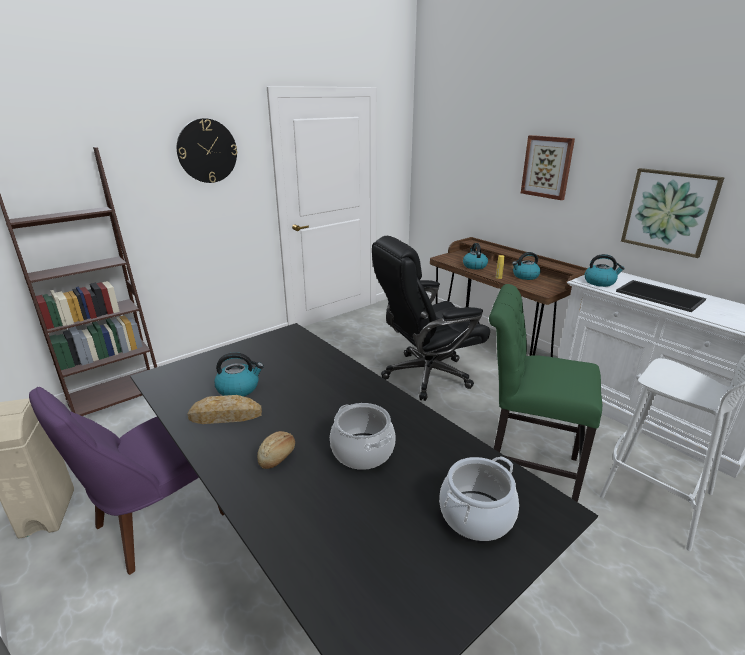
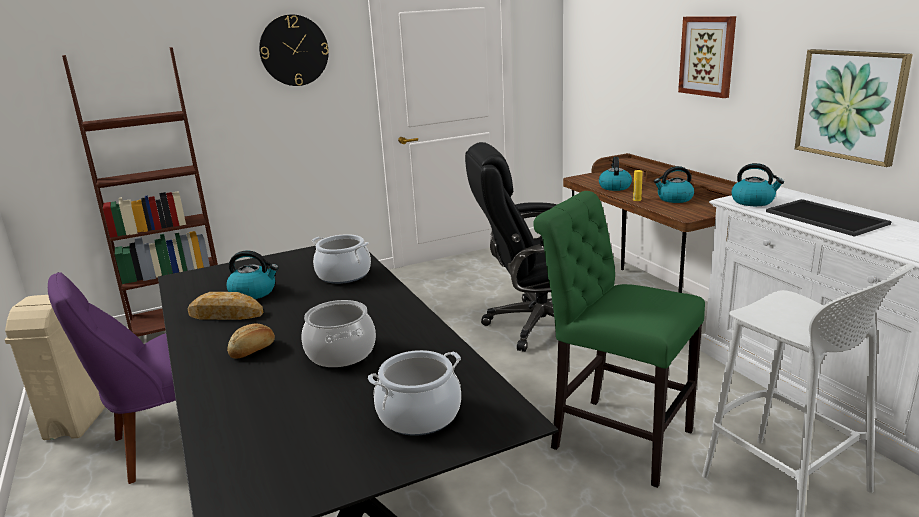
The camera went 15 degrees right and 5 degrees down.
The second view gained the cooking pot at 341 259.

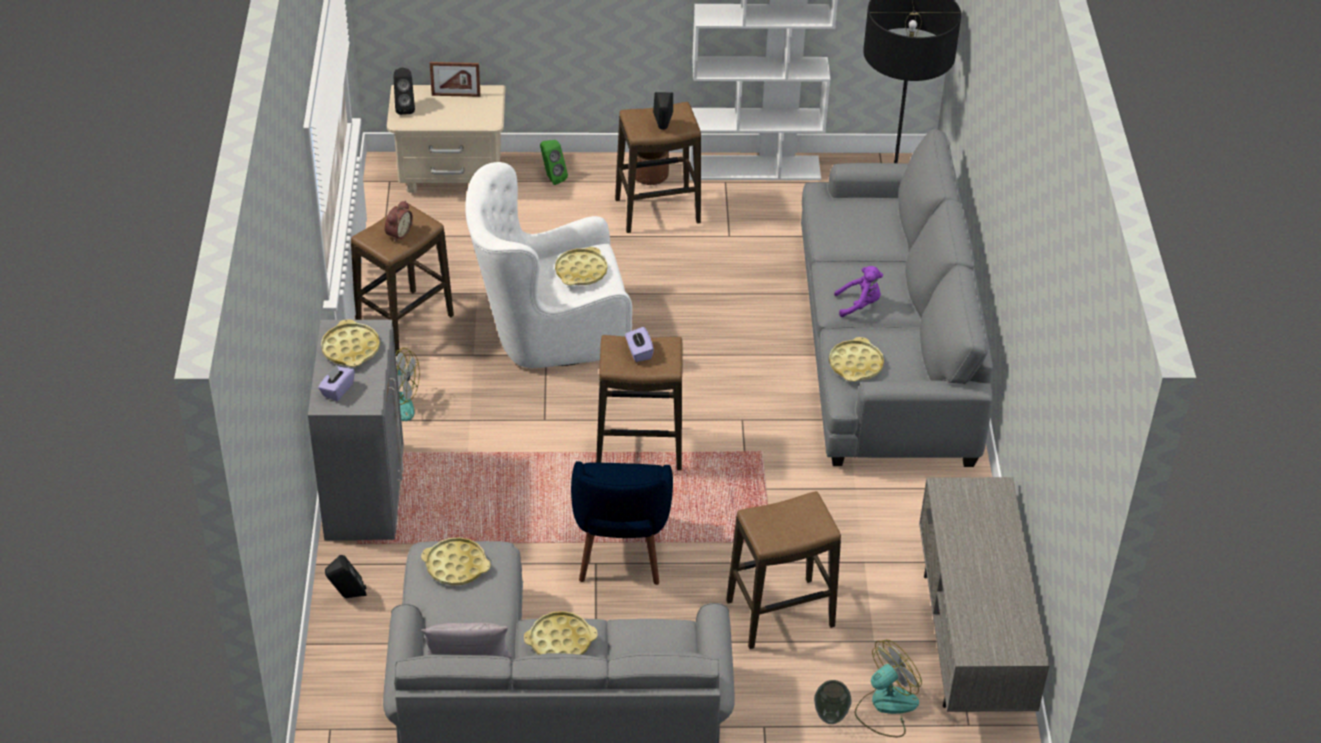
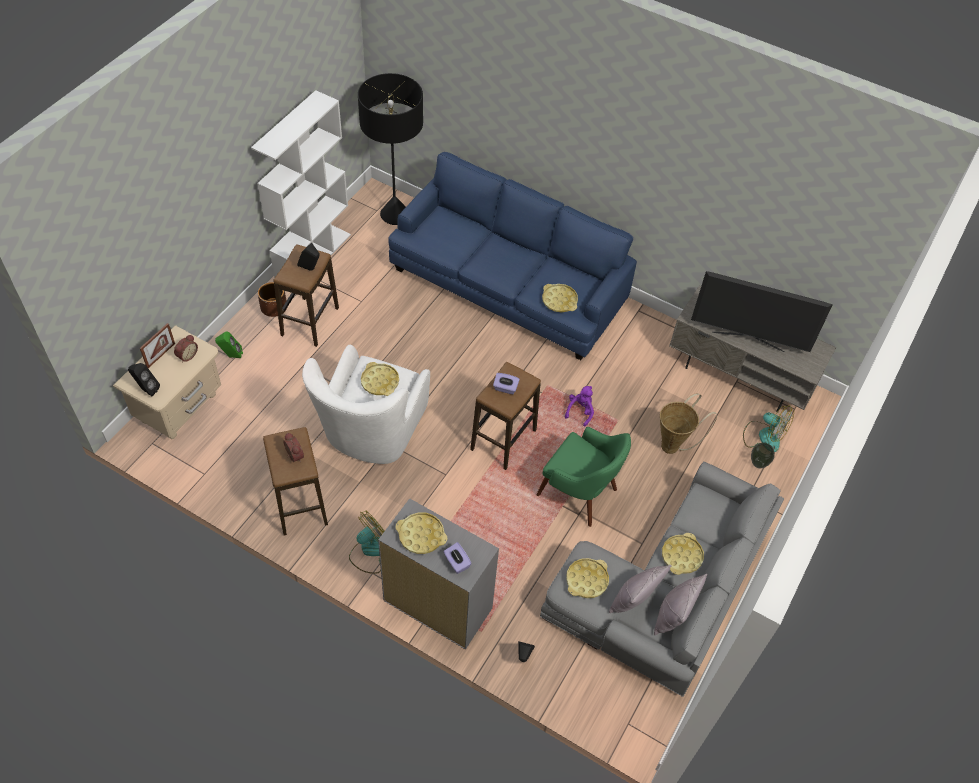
The camera went 60 degrees left and 10 degrees up.
The second view gained the alarm clock at 186 349.
What was the sofa/grey at 897 297 turned into the sofa/blue at 512 256.
What was the armchair/blue at 622 523 turned into the armchair/green at 583 477.
The plush toy/purple ended up elsewhere, having gone from 858 291 to 579 406.
The second view gained the pillow/purple at 640 589.
Where the stool stood at 783 570, the basket came to stand at 688 423.
The second view gained the television at 762 311.
The fan at 888 688 ended up facing another way, 135 degrees clockwise from before.

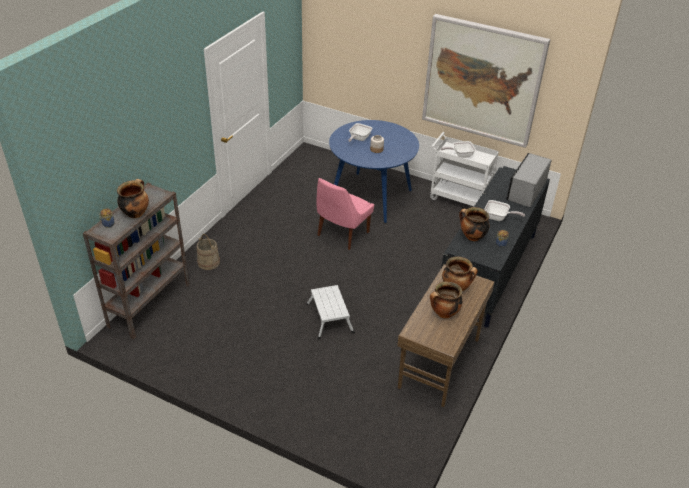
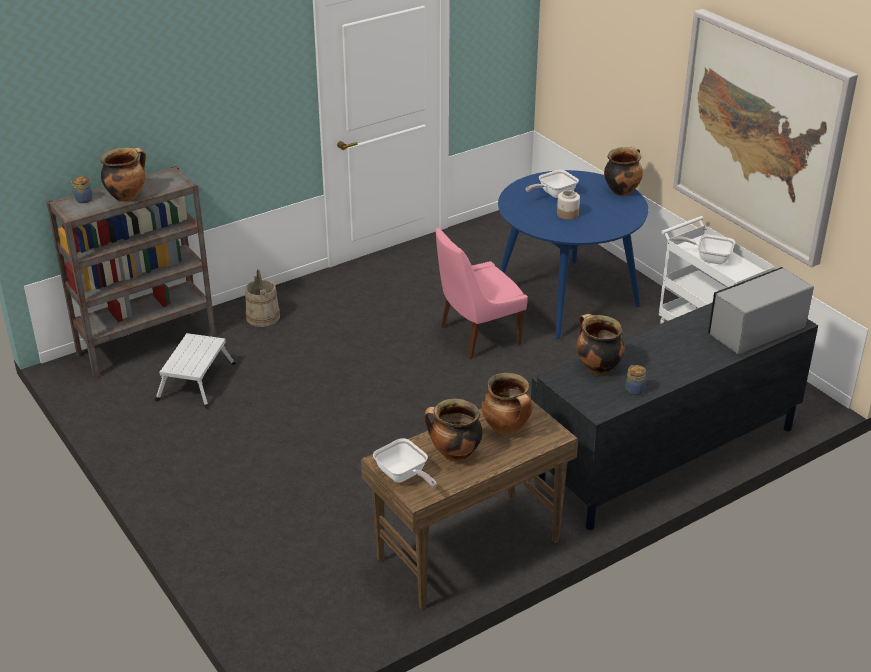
The camera went 30 degrees right and 5 degrees down.
The step ladder/white ended up elsewhere, having gone from 330 312 to 196 371.
The frying pan ended up elsewhere, having gone from 505 210 to 405 462.
The second view gained the cooking pot at 623 171.

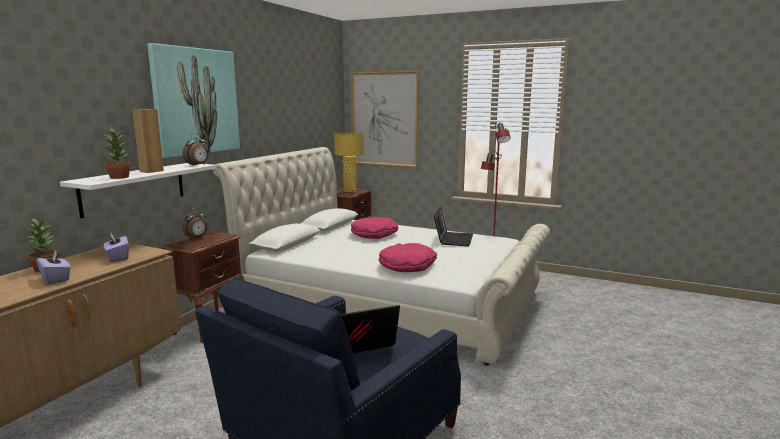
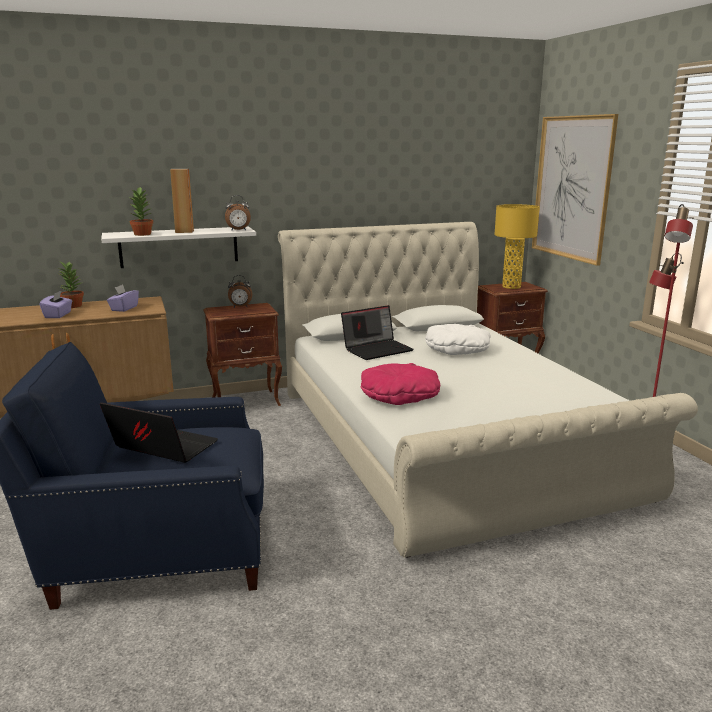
The camera went 45 degrees right and 5 degrees up.
The laptop ended up elsewhere, having gone from 453 226 to 377 332.
What was the pillow/pink at 374 228 turned into the pillow/white at 458 339.
The second view lost the picture at 193 100.

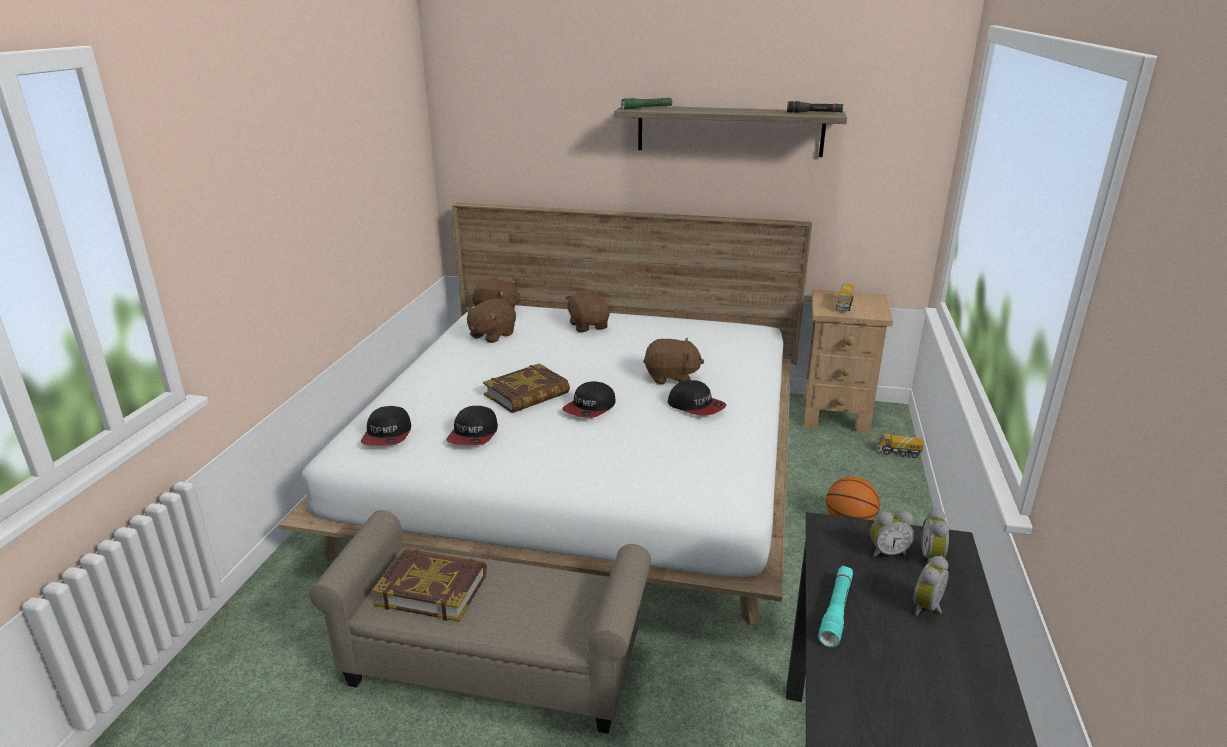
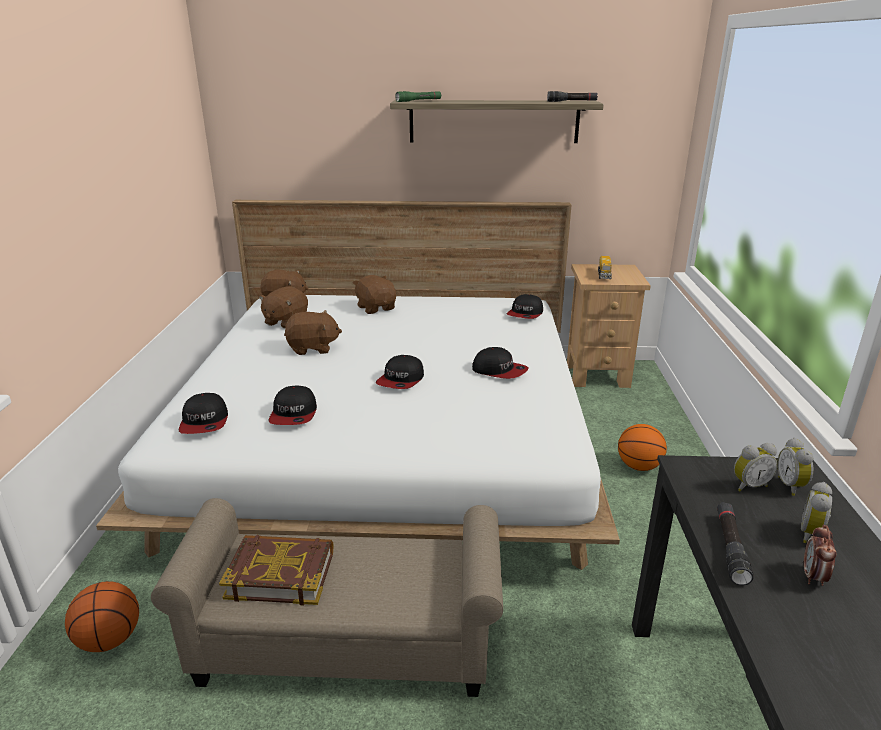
The camera went 10 degrees left and 0 degrees up.
The second view gained the basketball at 102 616.
The plush toy/brown ended up elsewhere, having gone from 673 361 to 313 332.
The second view gained the cap at 525 306.
What was the flashlight/turquoise at 835 606 turned into the flashlight/black at 735 543.
The second view gained the alarm clock at 820 555.
The second view lost the book at 526 388.
The second view lost the toy truck at 900 445.

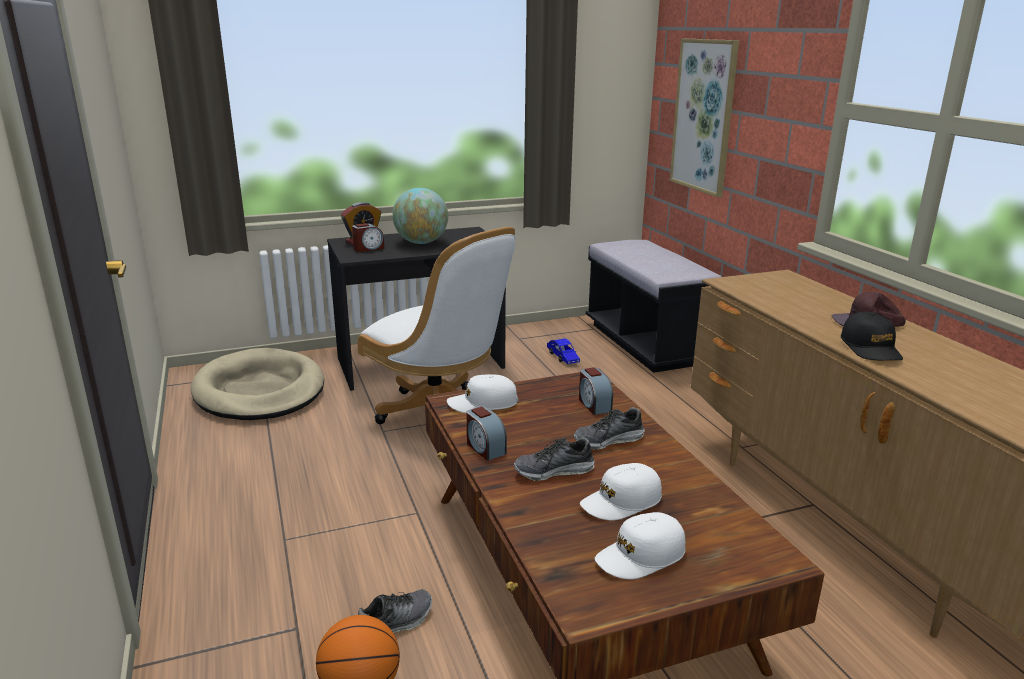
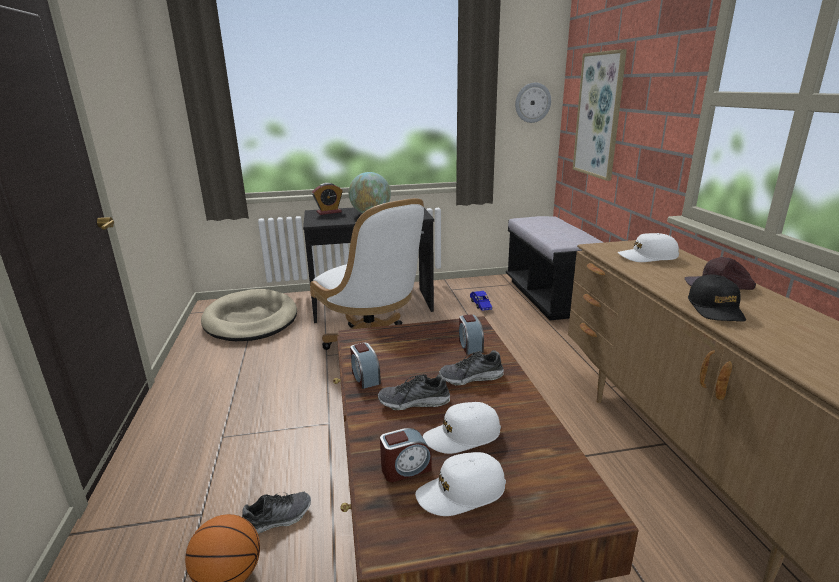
The camera went 10 degrees right and 0 degrees up.
The alarm clock ended up elsewhere, having gone from 368 237 to 406 455.
The second view gained the wall clock at 533 102.
The cap/white ended up elsewhere, having gone from 482 393 to 648 247.

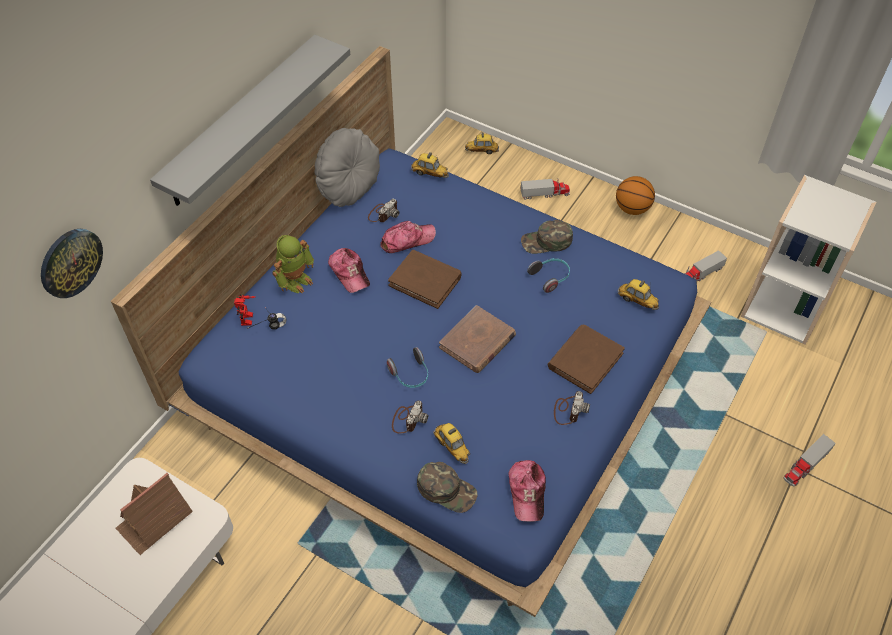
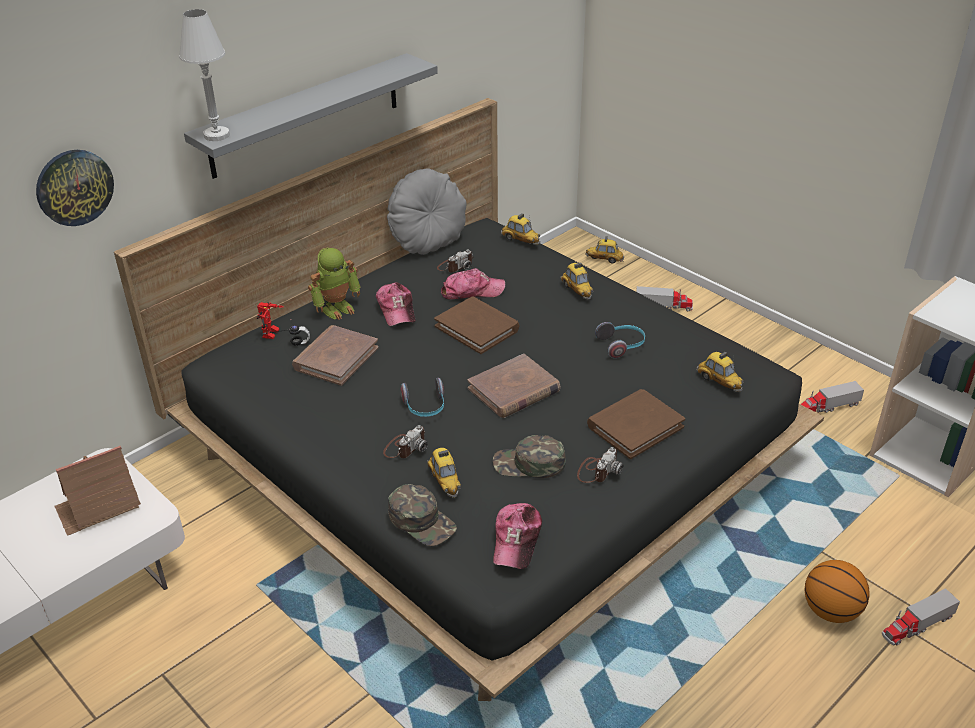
The camera went 15 degrees right and 15 degrees down.
What was the bed/blue at 411 331 turned into the bed/black at 469 399.
The second view gained the table lamp/white at 204 75.
The second view gained the book/brown at 335 355.
The cap/green ended up elsewhere, having gone from 547 236 to 529 456.
The second view gained the toy car at 577 281.
The basketball ended up elsewhere, having gone from 635 195 to 837 591.

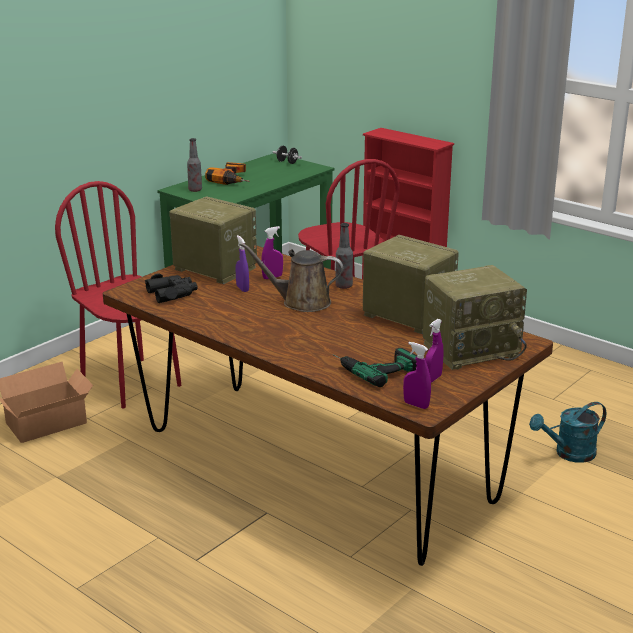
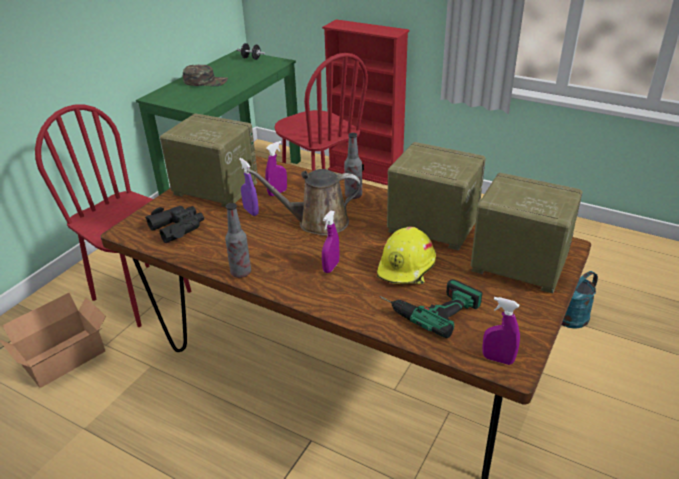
The camera went 10 degrees left and 10 degrees up.
Where the power drill stood at 227 173, the cap/green came to stand at 205 75.
The bottle ended up elsewhere, having gone from 194 165 to 238 240.
The spray bottle/purple ended up elsewhere, having gone from 434 350 to 331 241.
The second view gained the hard hat/yellow at 406 255.
The radio at 475 317 ended up facing another way, 120 degrees counterclockwise from before.

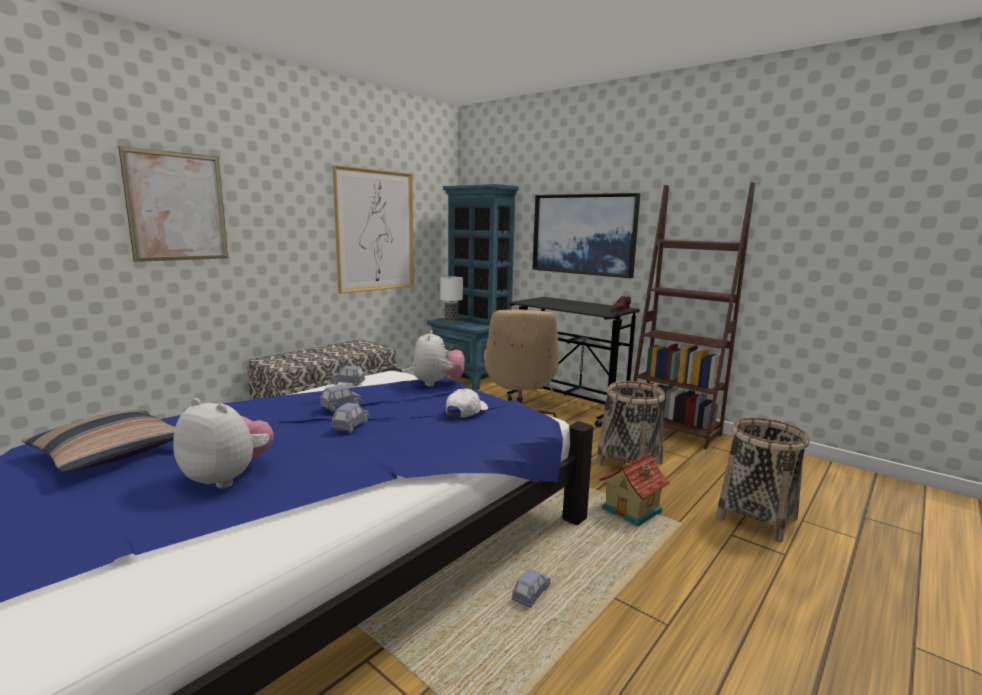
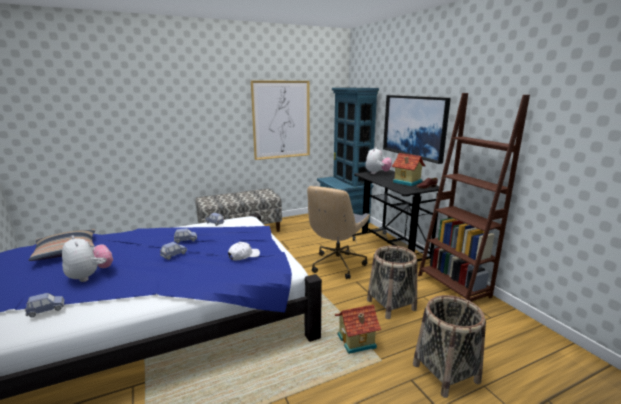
The camera went 25 degrees right and 5 degrees up.
The toy car/blue ended up elsewhere, having gone from 531 588 to 45 305.
The plush toy ended up elsewhere, having gone from 439 358 to 378 160.
The second view gained the toy house at 409 169.
The second view lost the picture at 173 204.
The second view lost the table lamp at 451 299.

